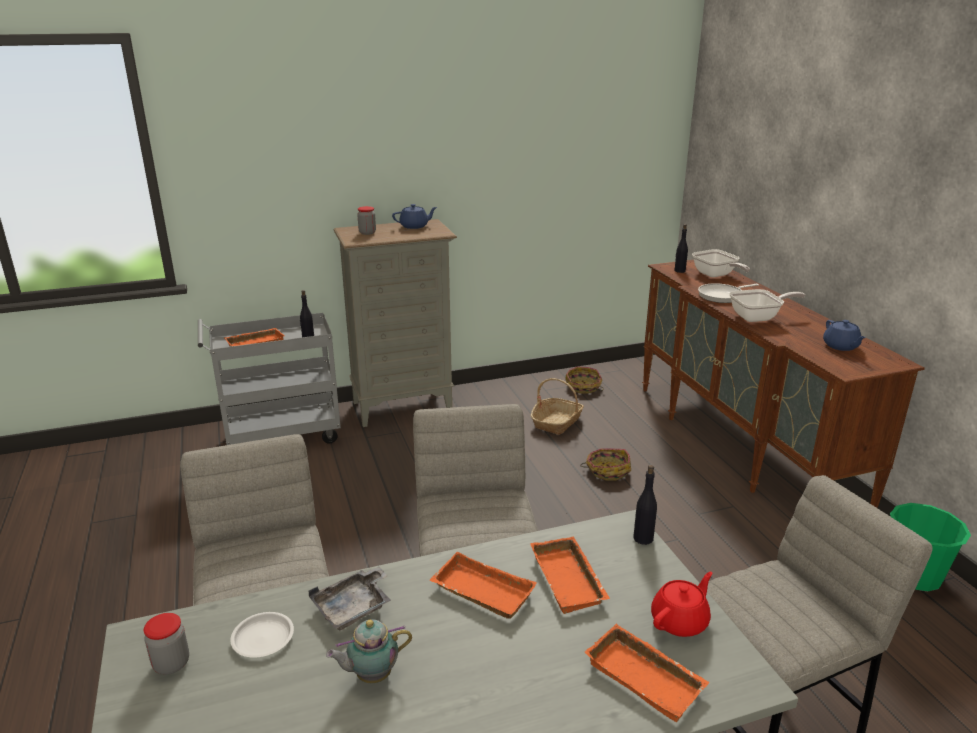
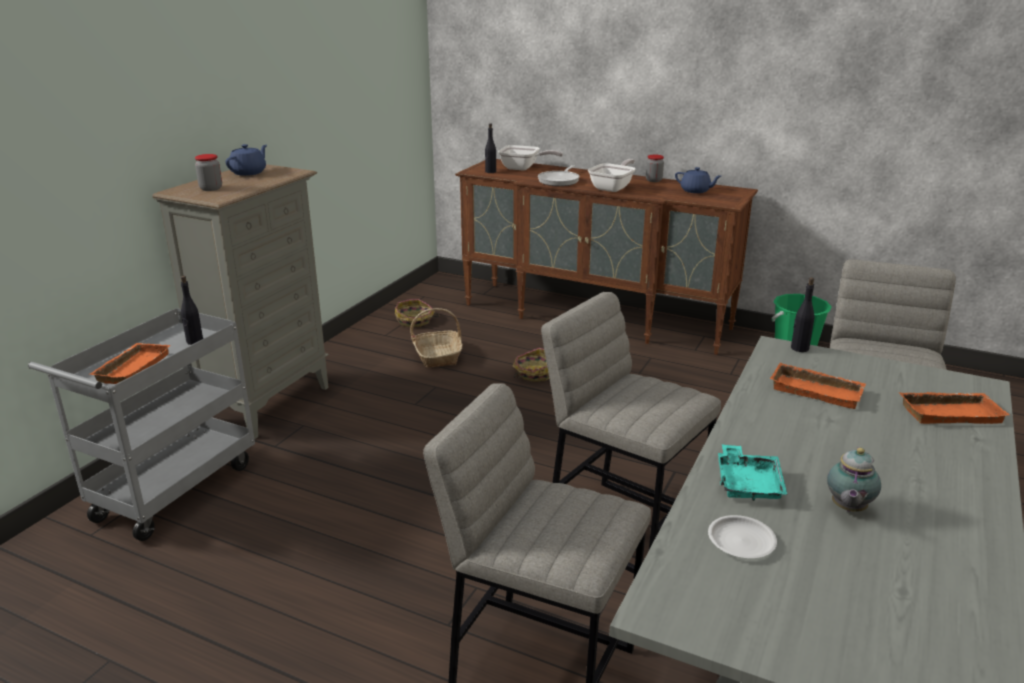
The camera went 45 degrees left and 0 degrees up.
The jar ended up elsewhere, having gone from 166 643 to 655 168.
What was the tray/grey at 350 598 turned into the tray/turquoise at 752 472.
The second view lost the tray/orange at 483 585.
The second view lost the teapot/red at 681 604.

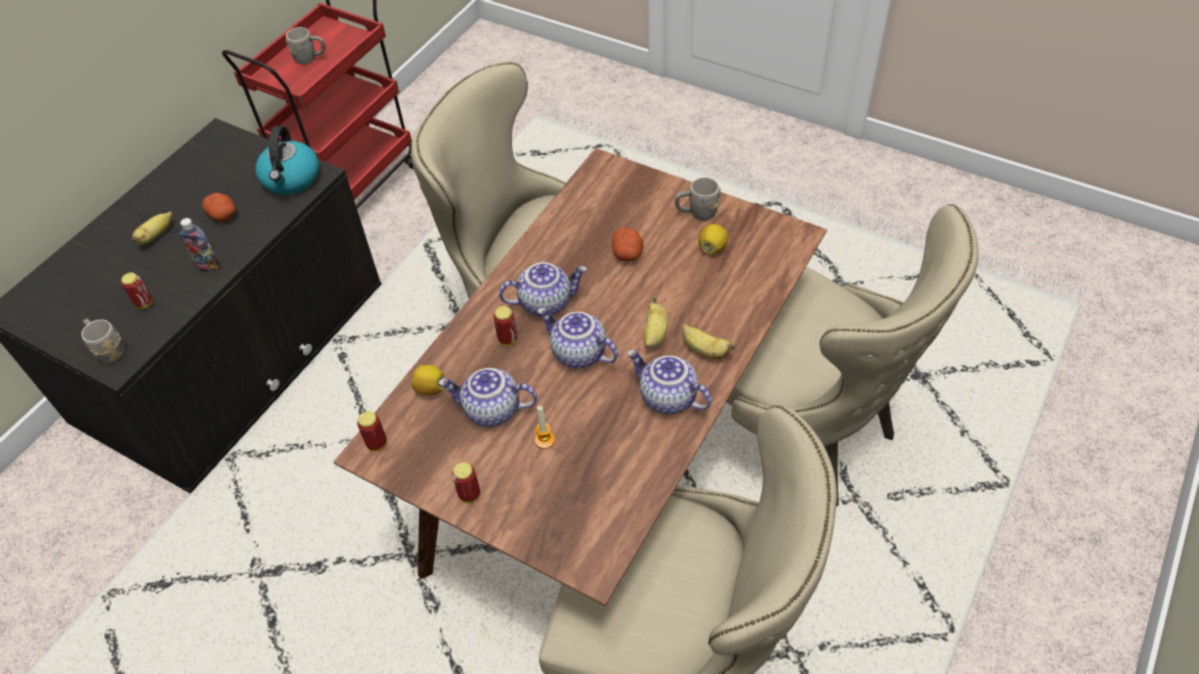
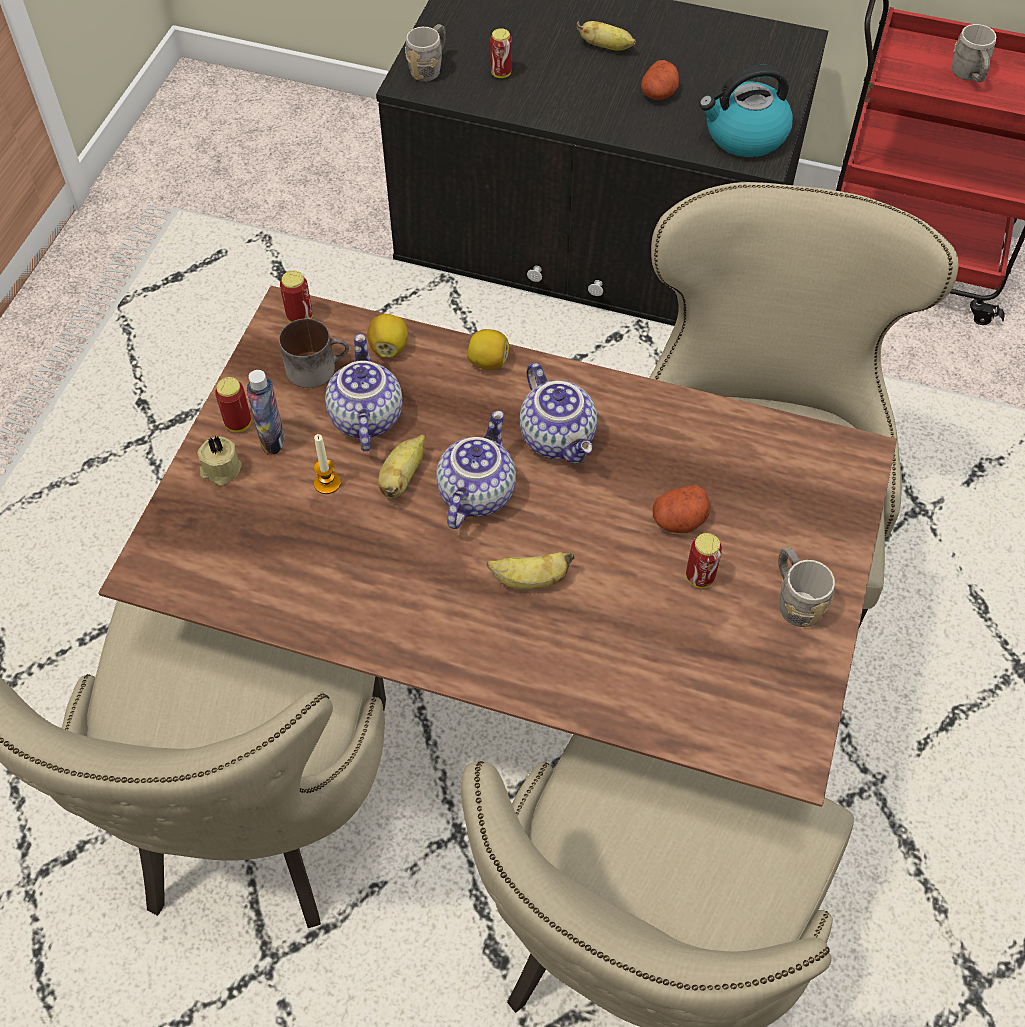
The camera went 75 degrees right and 5 degrees up.
The second view gained the candle/beige at 219 460.
The bottle ended up elsewhere, having gone from 199 245 to 266 412.
The second view gained the mug at 314 353.
The banana ended up elsewhere, having gone from 709 341 to 402 467.
The lemon ended up elsewhere, having gone from 713 239 to 488 349.
The can ended up elsewhere, having gone from 505 326 to 704 560.
The second view lost the teapot at 669 382.

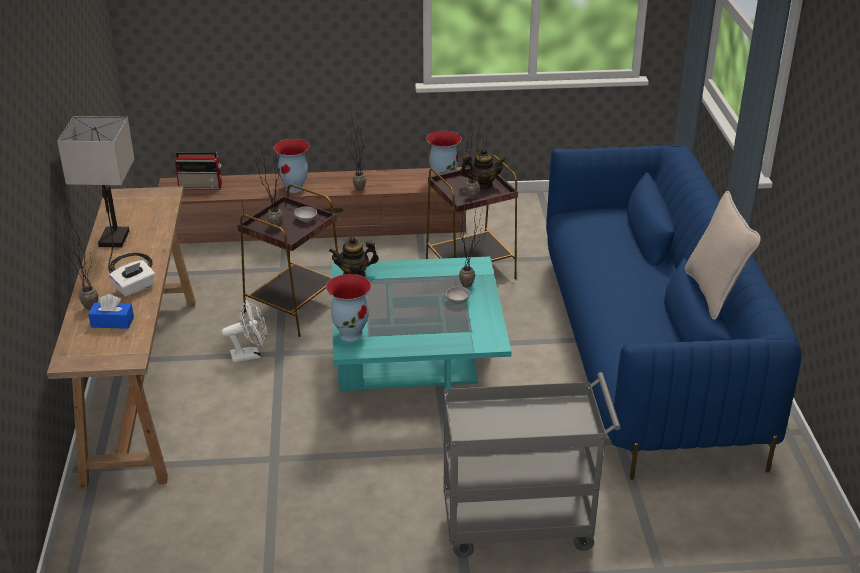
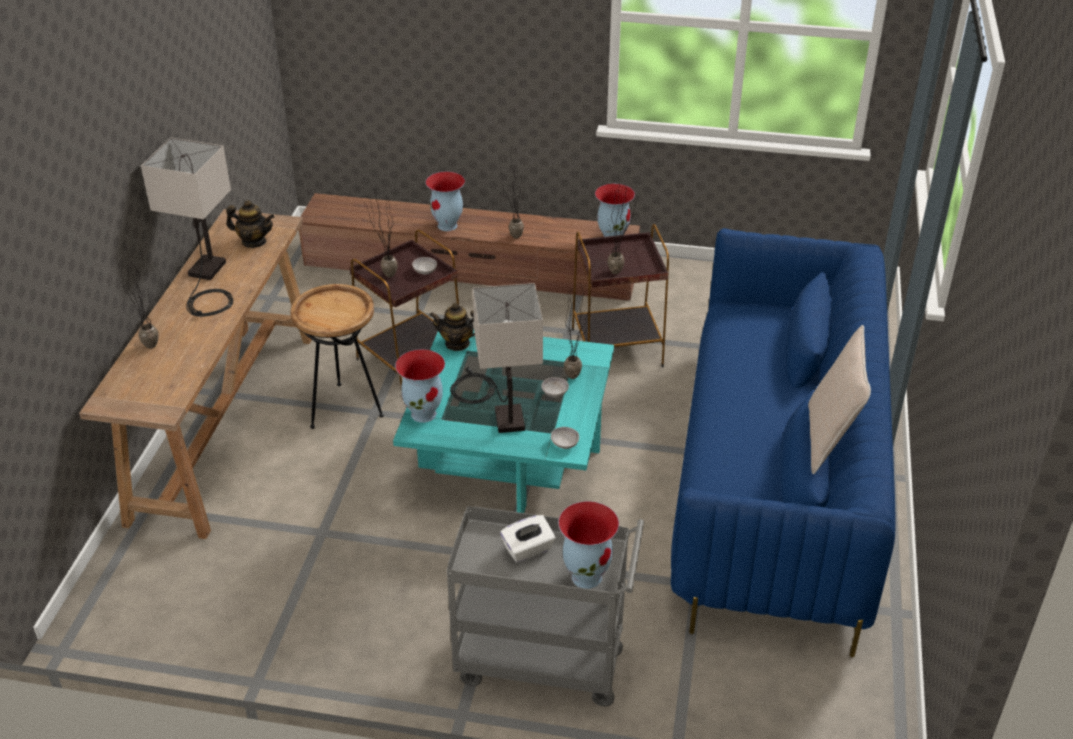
The camera went 15 degrees right and 5 degrees up.
The teapot ended up elsewhere, having gone from 483 168 to 250 224.
Where the fan/white stood at 244 332, the side table/brown came to stand at 337 356.
The second view gained the table lamp at 496 358.
The tissue box/white ended up elsewhere, having gone from 132 278 to 528 539.
The second view gained the bowl/grey at 565 438.
The second view gained the vase at 588 545.
The second view lost the tissue box/blue at 111 311.
The second view lost the radio at 198 171.

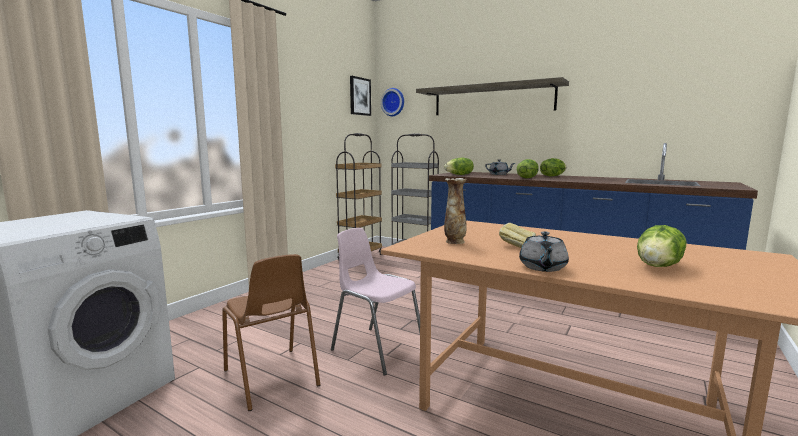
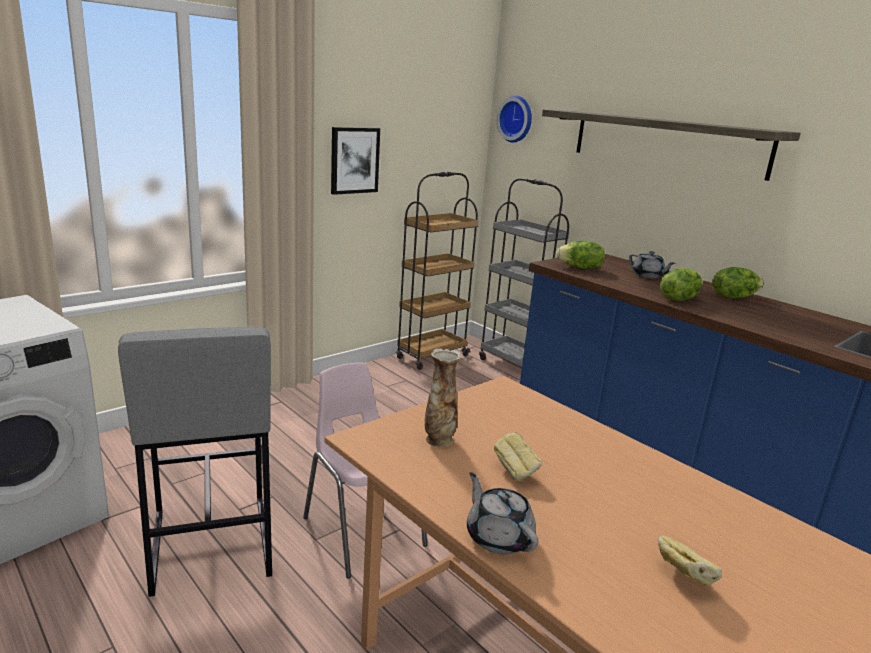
The camera went 15 degrees right and 10 degrees up.
Where the chair/brown stood at 271 332, the stool/grey came to stand at 195 462.
The picture ended up elsewhere, having gone from 360 96 to 355 161.
The teapot/grey at 544 251 ended up facing another way, 120 degrees clockwise from before.
Where the lettuce stood at 662 246, the bread came to stand at 690 561.

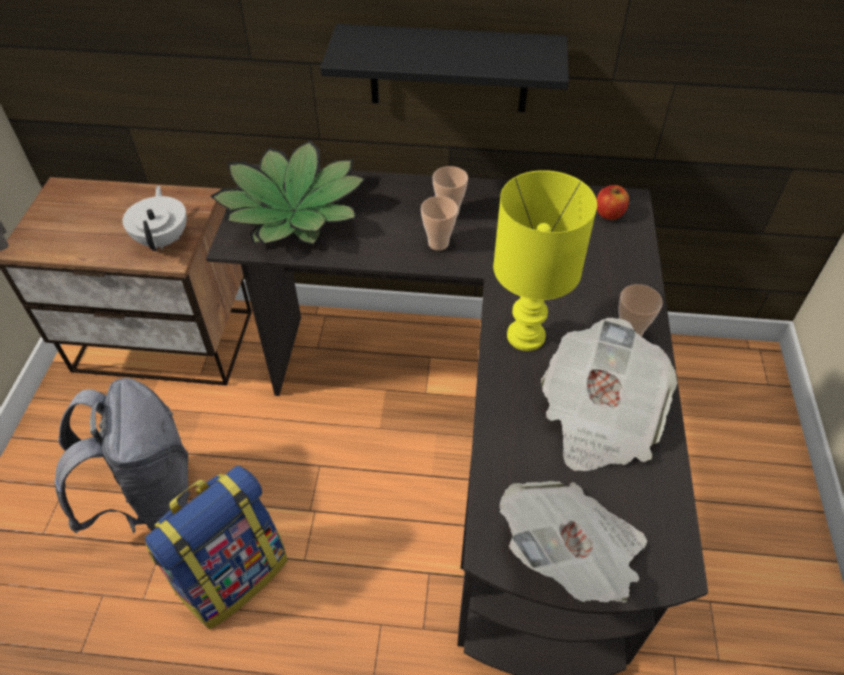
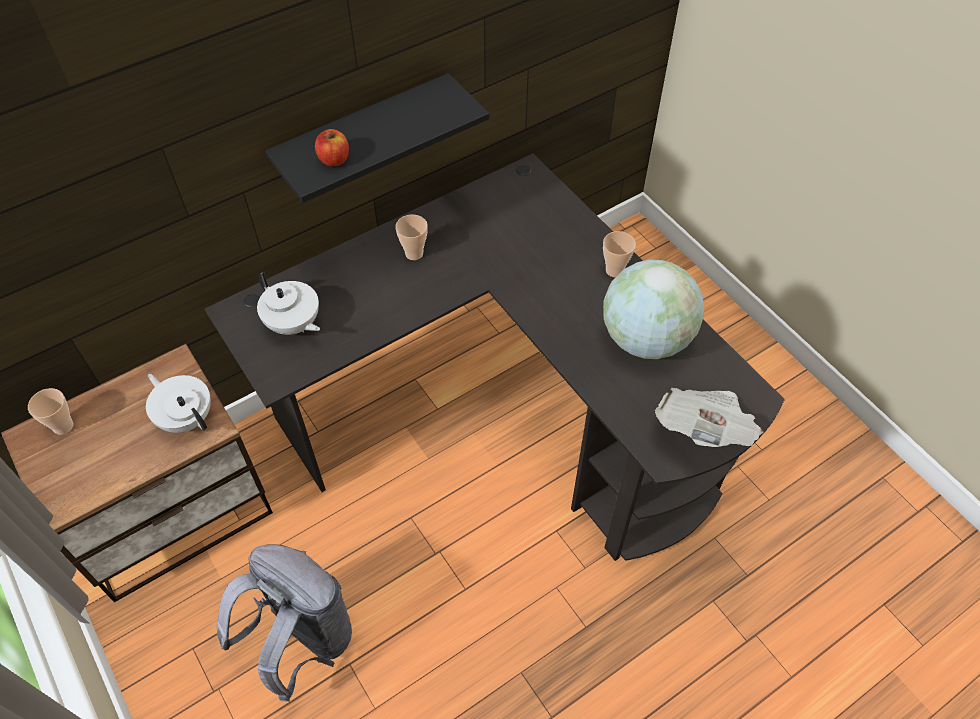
The camera went 40 degrees left and 5 degrees up.
The cup ended up elsewhere, having gone from 439 223 to 51 411.
Where the potted plant stood at 288 192, the teapot/white came to stand at 288 303.
The apple ended up elsewhere, having gone from 612 202 to 332 147.
Where the newspaper stood at 609 394, the globe came to stand at 653 309.
The second view lost the backpack at 216 547.
The second view lost the table lamp/yellow at 545 260.

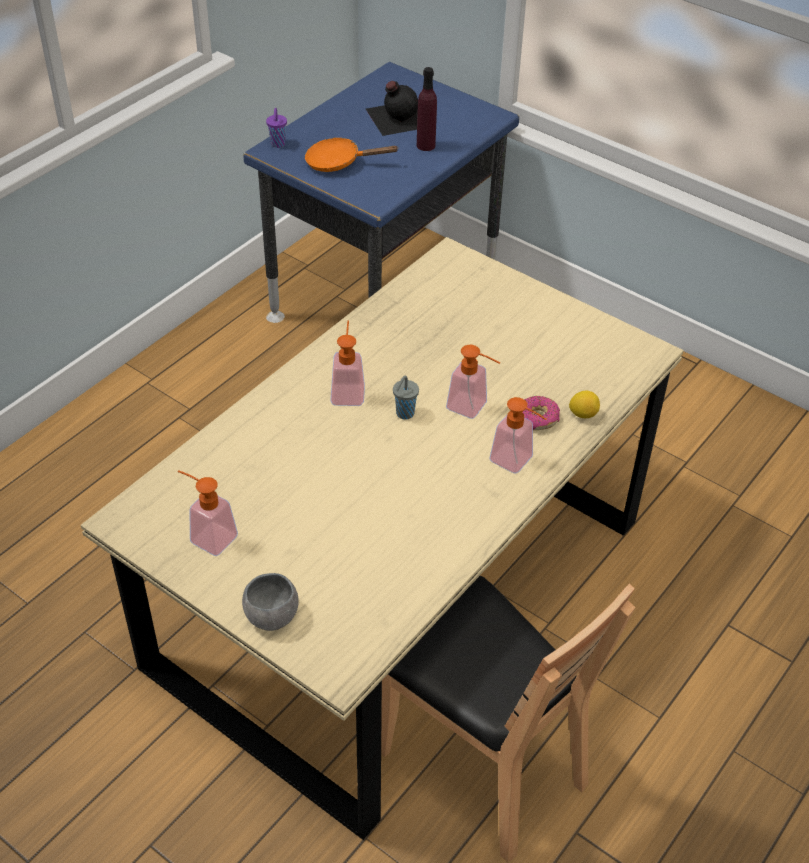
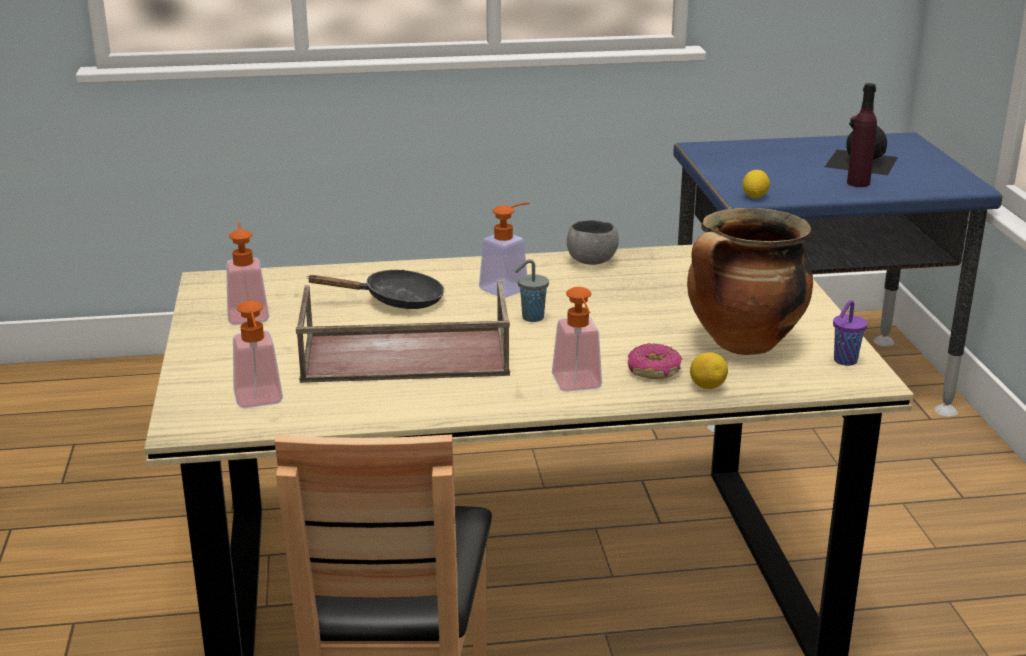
The camera went 45 degrees right and 20 degrees down.
The soap dispenser ended up elsewhere, having gone from 473 382 to 258 354.
The second view gained the tray/brown at 403 331.
The second view gained the frying pan/black at 375 289.
The bowl/grey ended up elsewhere, having gone from 270 602 to 593 242.
The second view gained the cooking pot at 750 281.
The second view gained the lemon at 756 184.
The cup/purple ended up elsewhere, having gone from 276 128 to 850 333.
The second view lost the frying pan/orange at 352 154.

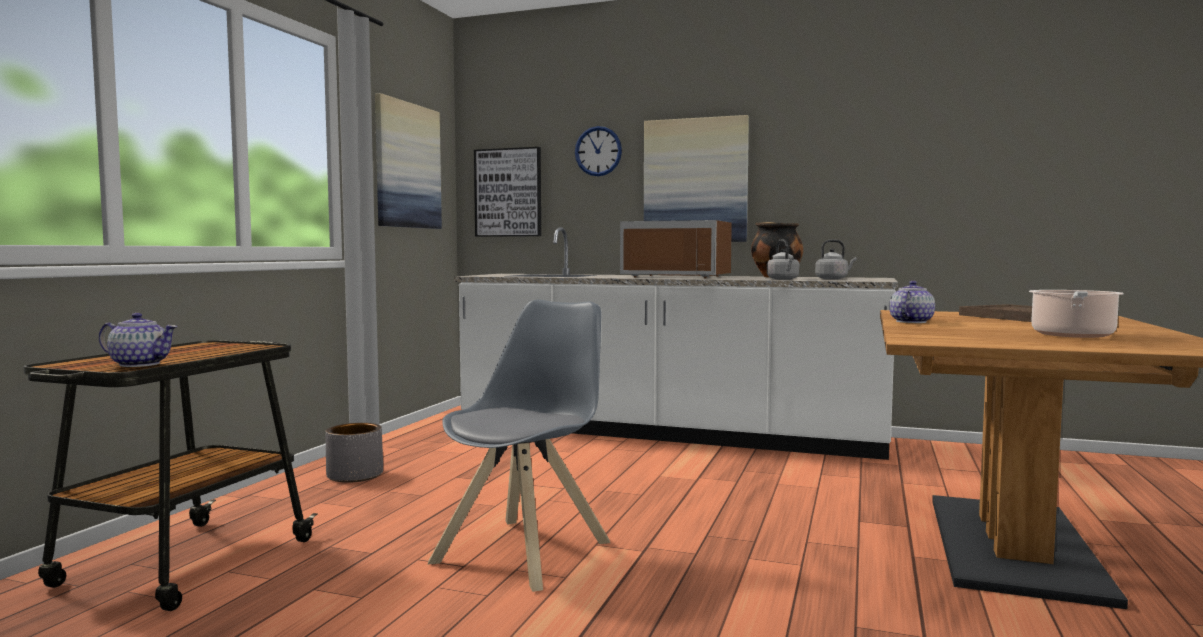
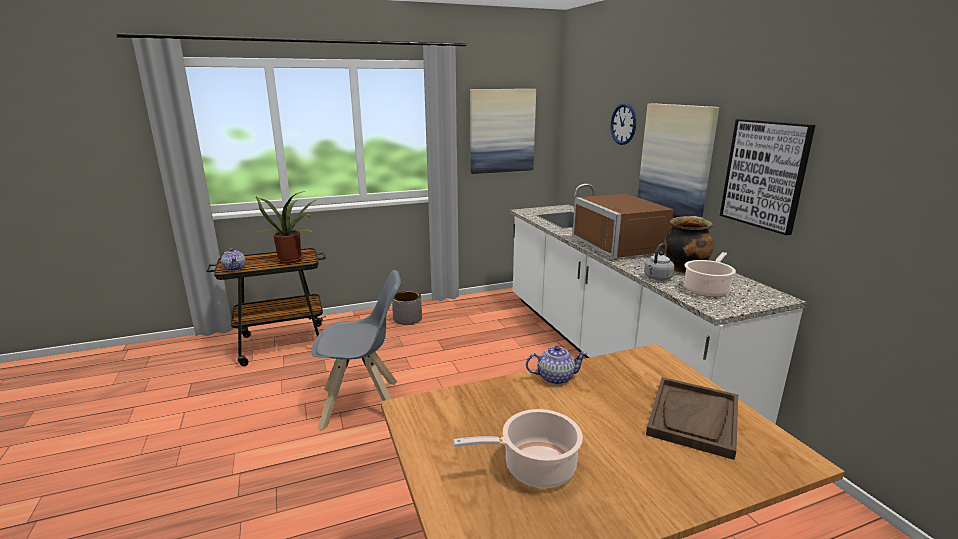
The camera went 50 degrees right and 15 degrees up.
The second view gained the potted plant at 284 227.
Where the kettle/grey stood at 836 259, the cooking pot came to stand at 710 274.
The picture ended up elsewhere, having gone from 507 192 to 767 177.

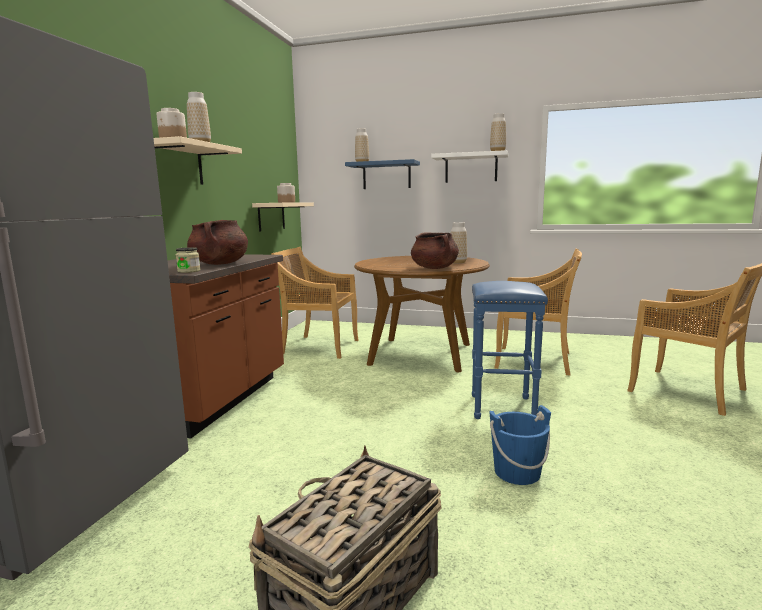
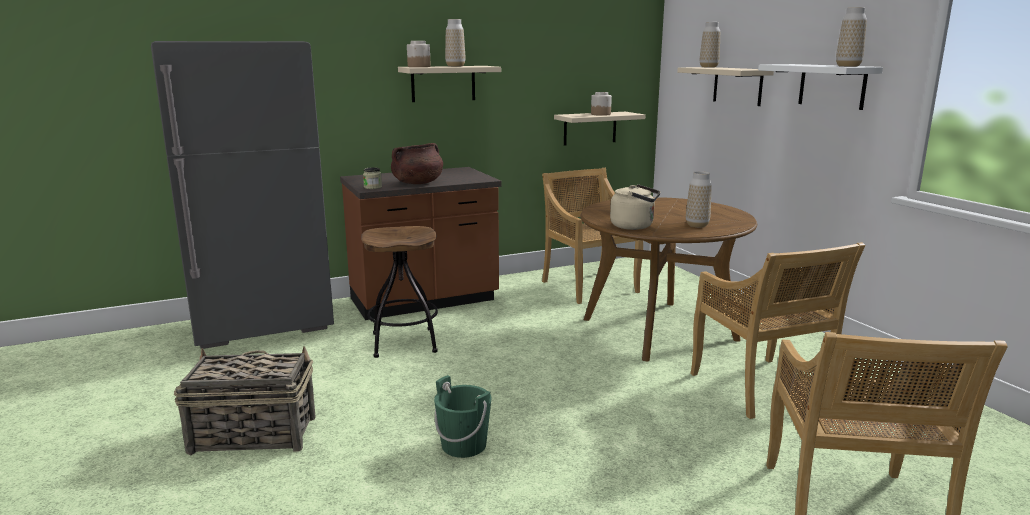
The camera went 50 degrees right and 5 degrees up.
The second view gained the stool/brown at 399 292.
What was the bucket/blue at 520 445 turned into the bucket/green at 463 416.
Where the cooking pot/brown stood at 435 250, the kettle/beige came to stand at 635 207.
What was the shelf/blue at 382 174 turned into the shelf/beige at 725 86.
The second view lost the stool/blue at 510 350.

